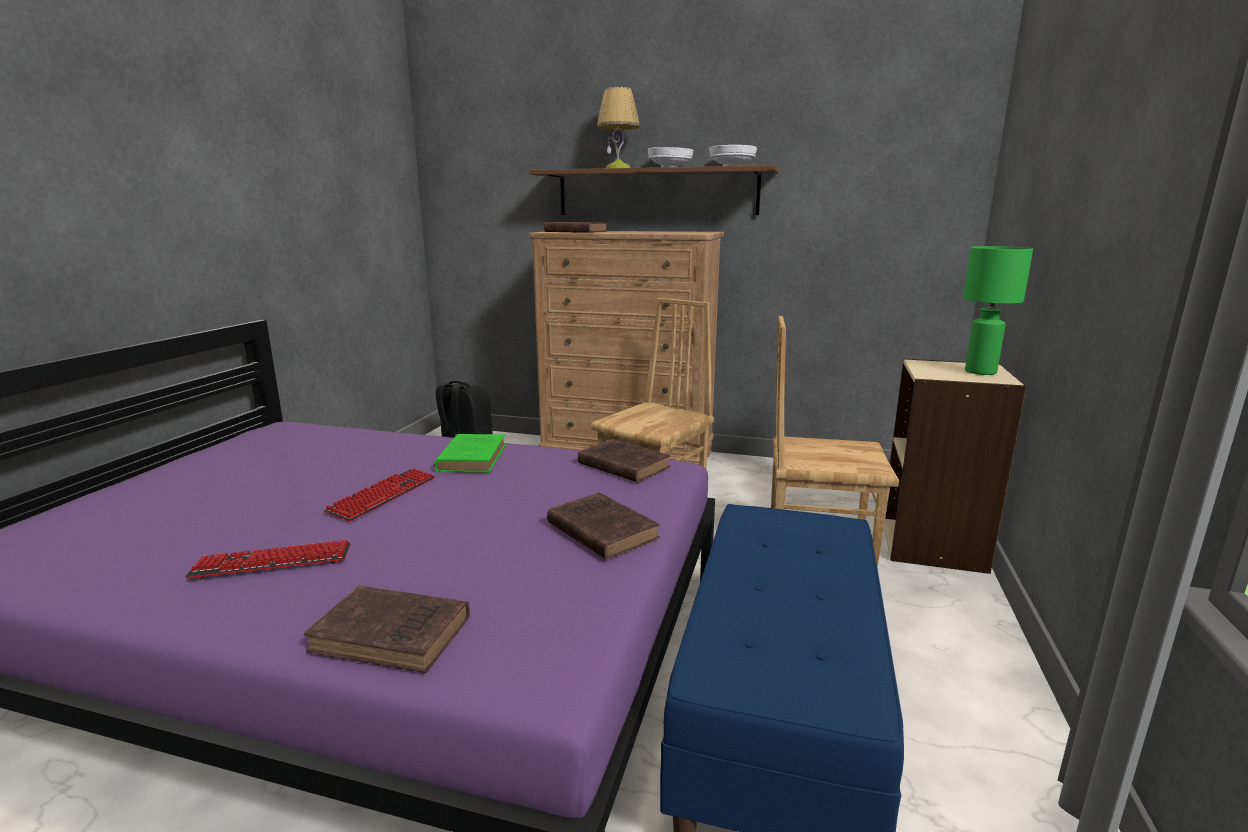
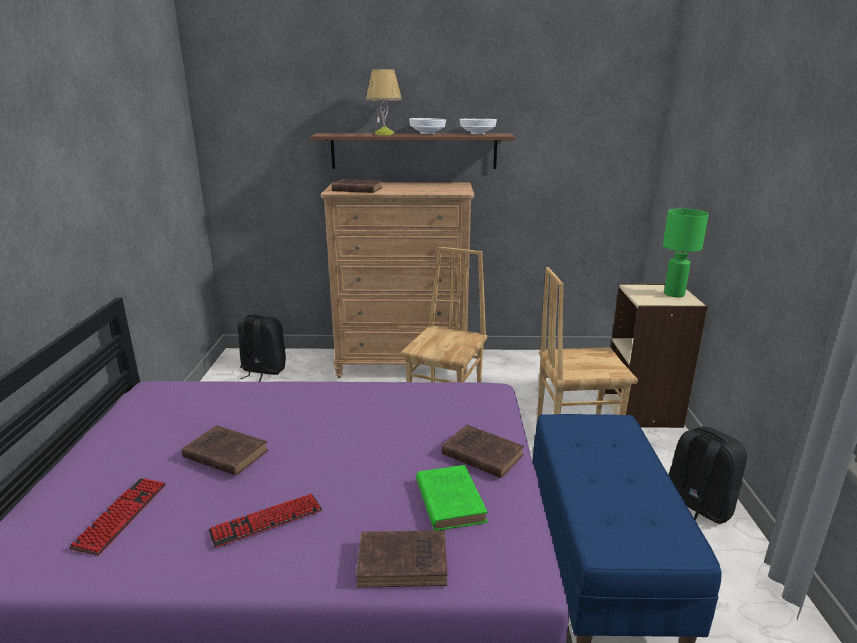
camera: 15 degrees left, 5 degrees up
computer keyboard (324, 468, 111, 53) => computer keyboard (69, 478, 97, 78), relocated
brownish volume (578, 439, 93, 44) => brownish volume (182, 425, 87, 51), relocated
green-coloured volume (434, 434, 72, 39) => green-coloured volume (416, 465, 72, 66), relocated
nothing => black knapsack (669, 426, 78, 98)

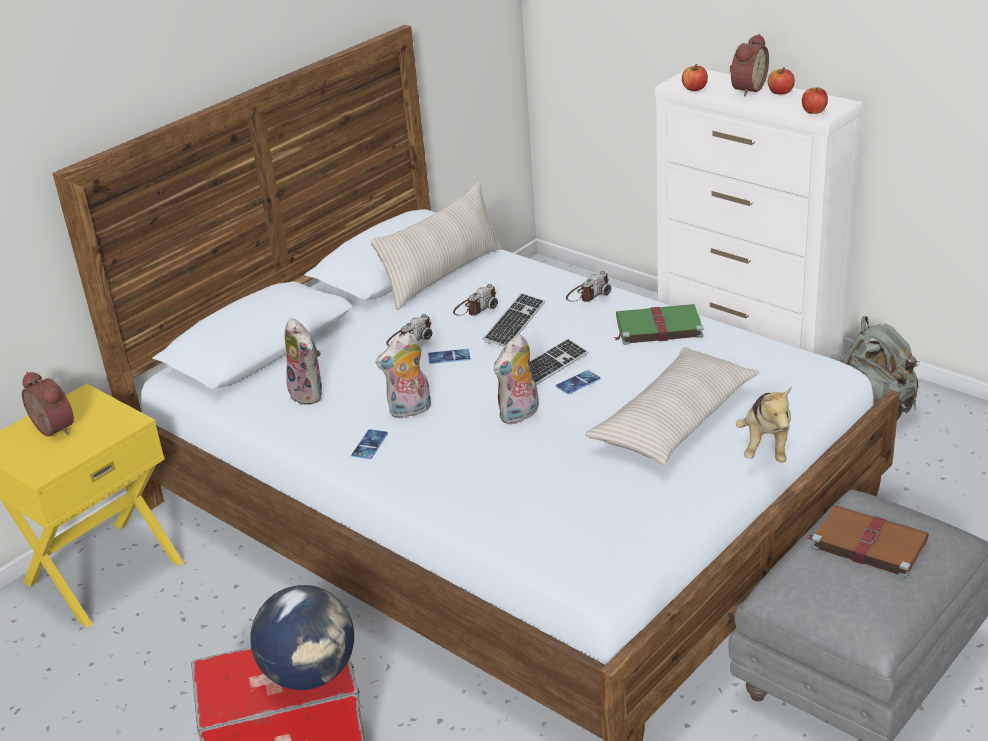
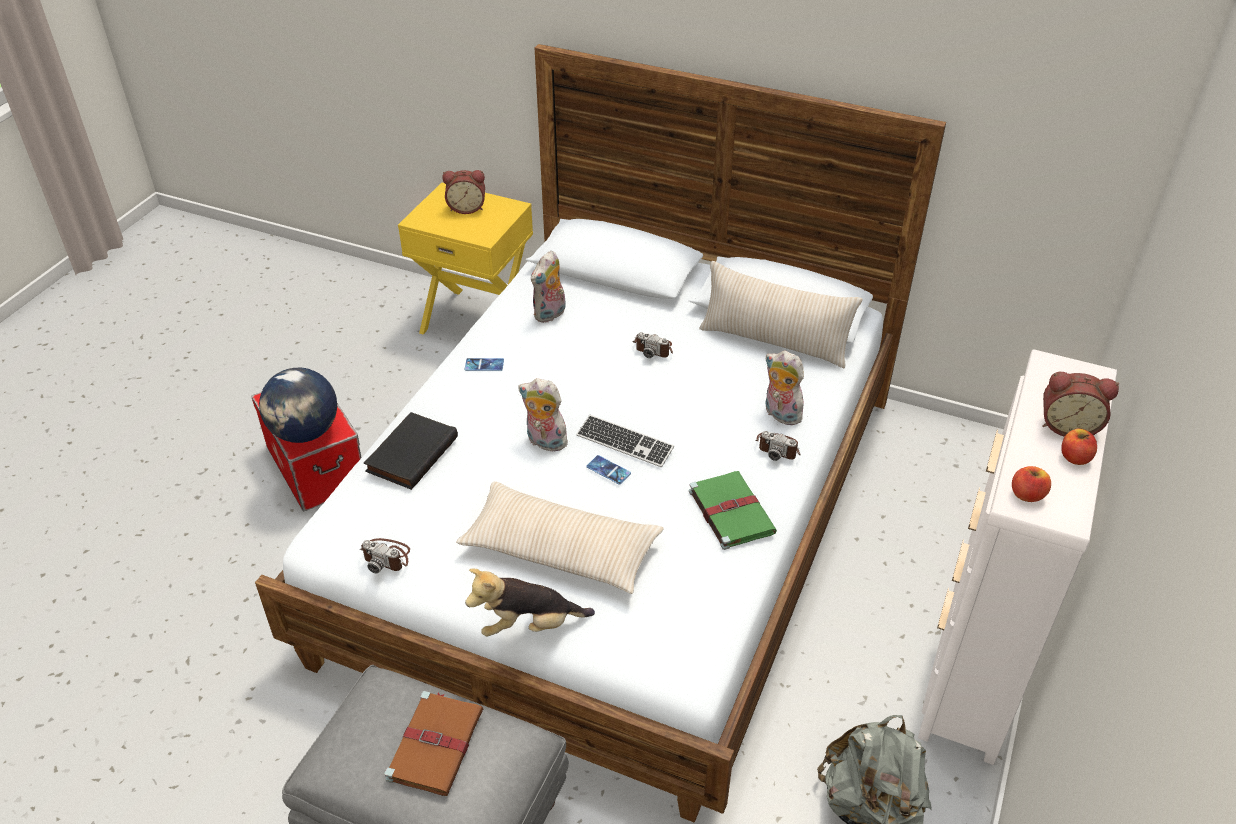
camera: 70 degrees right, 10 degrees up
photo camera (453, 284, 45, 32) => photo camera (360, 538, 50, 35), relocated
nothing => black volume (364, 412, 94, 78)
table clock (22, 372, 52, 64) => table clock (442, 170, 43, 44), 60 degrees clockwise
cuddly toy (376, 332, 55, 87) => cuddly toy (765, 351, 39, 74), relocated
handset (428, 349, 43, 15) => nothing
computer keyboard (483, 293, 62, 54) => nothing
apple fruit (682, 64, 26, 27) => nothing

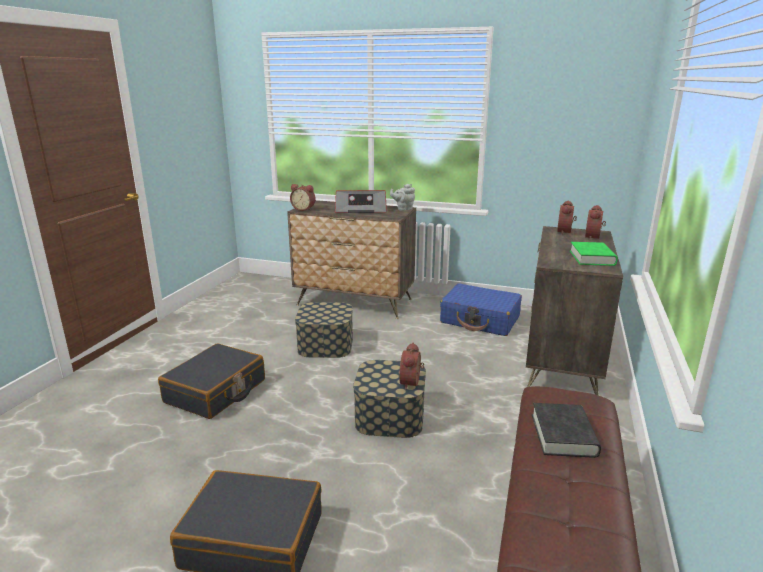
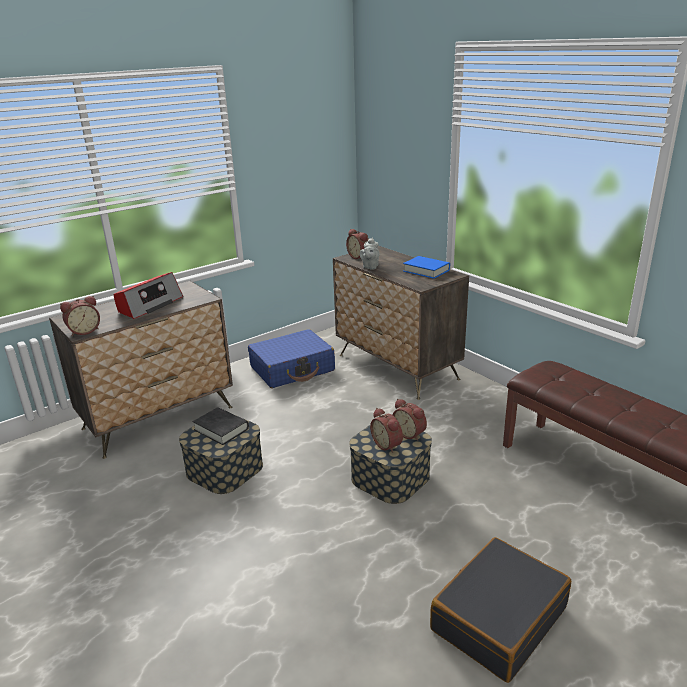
camera: 55 degrees left, 5 degrees up
black volume (532, 403, 69, 55) => black volume (193, 407, 56, 38), relocated
greyish teapot (390, 184, 25, 27) => greyish teapot (360, 237, 20, 33), relocated
table clock (585, 205, 21, 35) => table clock (370, 408, 33, 45), relocated
green-coloured volume (570, 242, 48, 24) => blue-coloured volume (403, 256, 47, 23)
black piece of luggage (158, 343, 107, 76) => nothing

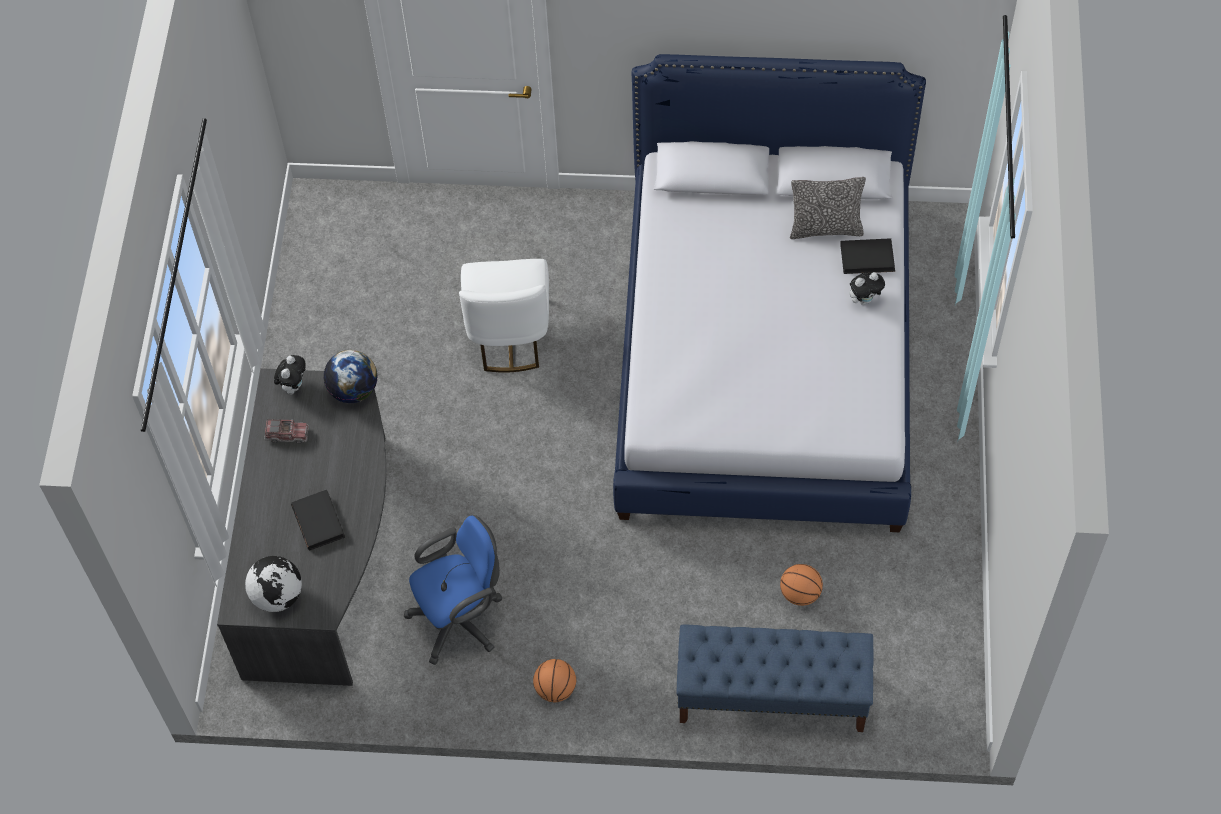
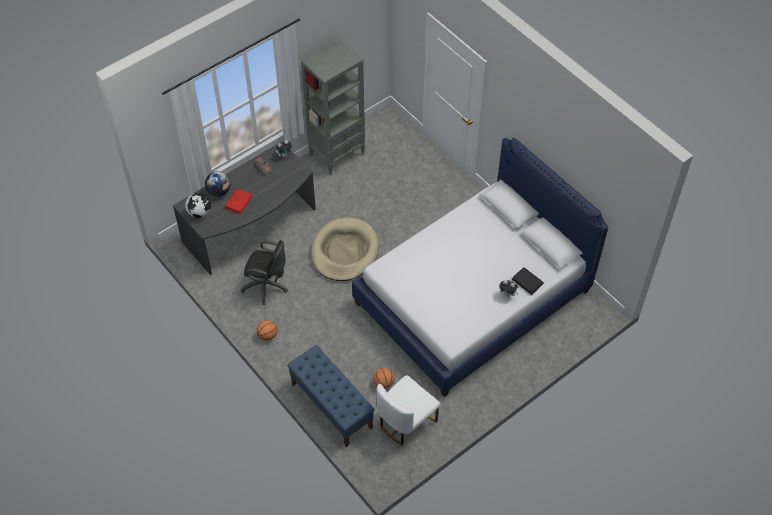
camera: 45 degrees right, 5 degrees down
world globe (324, 350, 53, 53) => world globe (205, 171, 26, 26), relocated
black volume (291, 490, 54, 60) => reddish volume (225, 189, 28, 25)
blue-coloured desk chair (404, 515, 99, 150) => black desk chair (240, 240, 48, 65)
nothing => greyish bookcase (301, 39, 64, 136)
nothing => beige dog cushion (311, 217, 68, 64)
white chair (459, 259, 90, 114) => white chair (377, 375, 63, 71), relocated
cushion (790, 177, 76, 62) => nothing

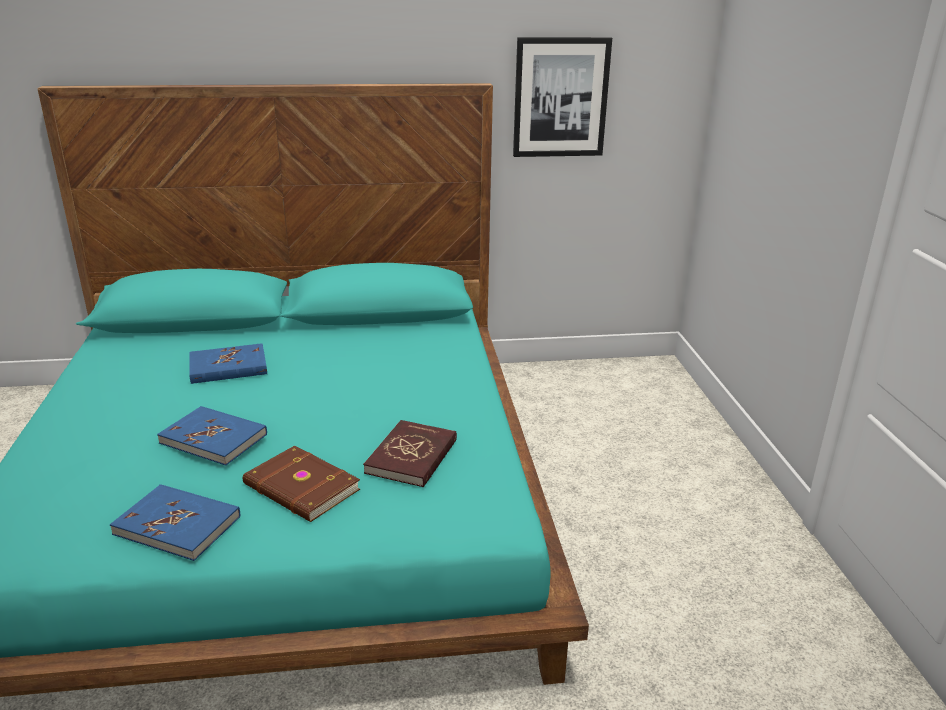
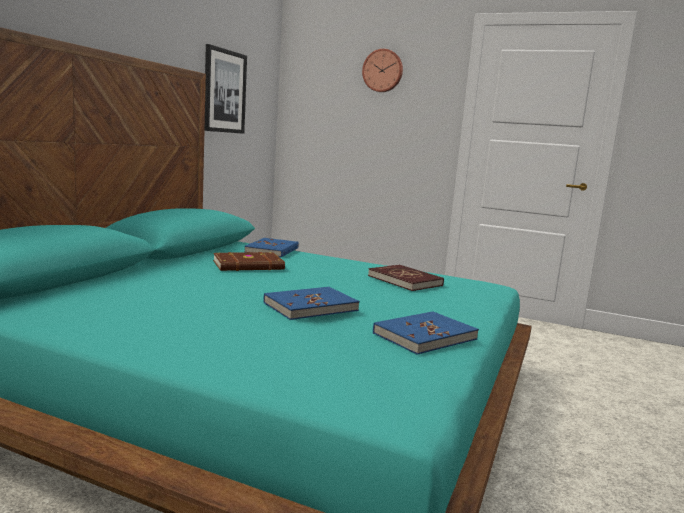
camera: 60 degrees left, 15 degrees down
brownish volume (243, 445, 117, 77) => brownish volume (213, 252, 72, 19), relocated
blue-coloured volume (189, 343, 78, 41) => blue-coloured volume (244, 238, 55, 19), relocated
nothing => hanging clock (362, 49, 41, 43)

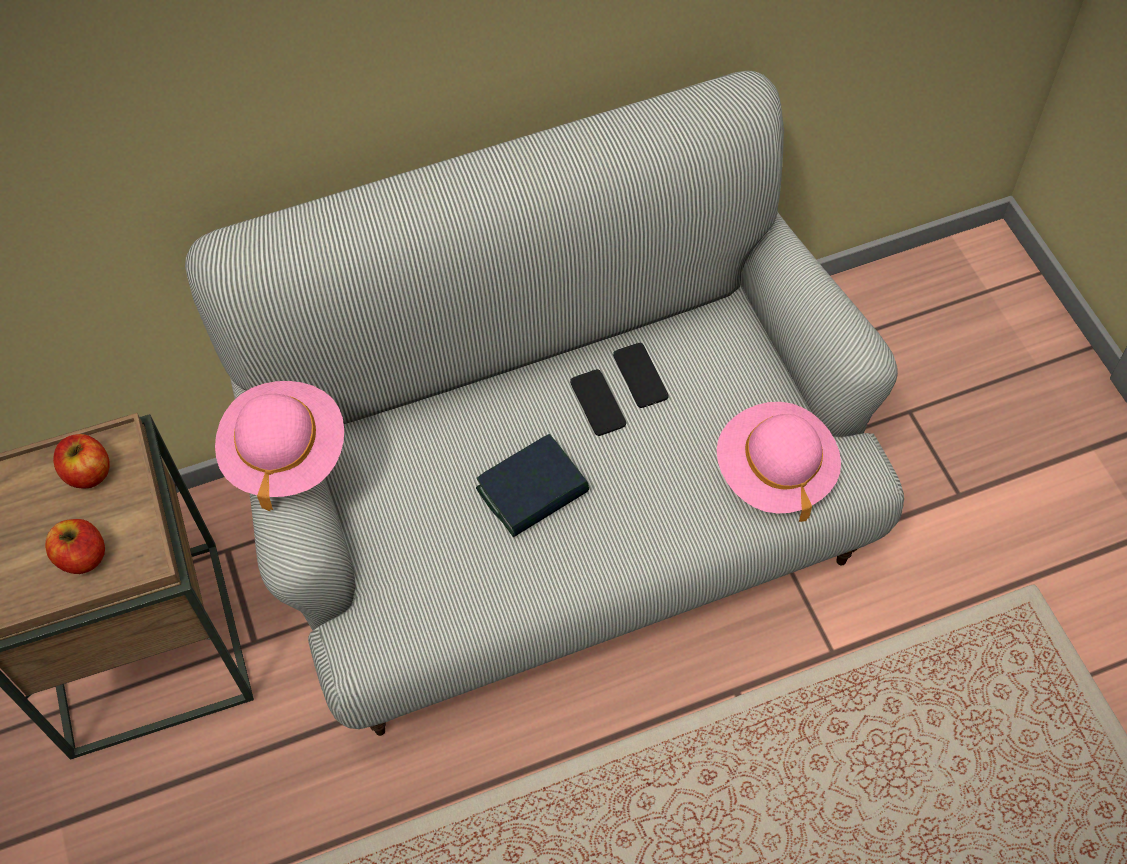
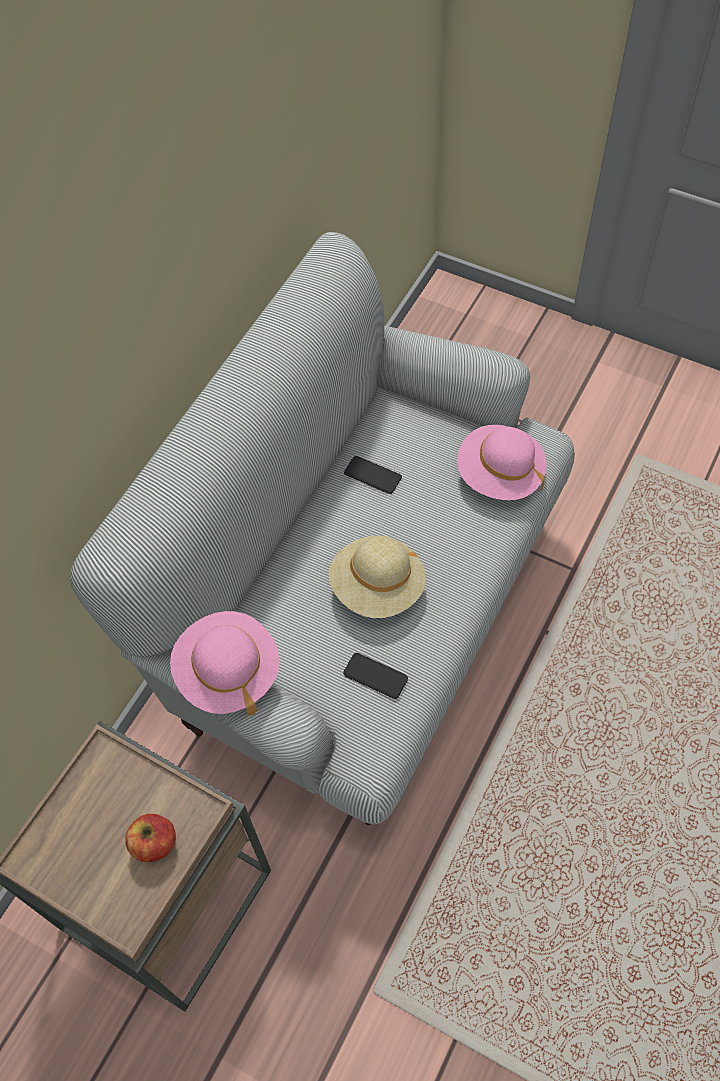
camera: 40 degrees left, 0 degrees up
volume (476, 434, 113, 103) => beige clothing hat (329, 536, 97, 82)
handset (570, 369, 56, 67) => handset (343, 653, 65, 46), relocated
apple fruit (53, 434, 57, 55) => nothing

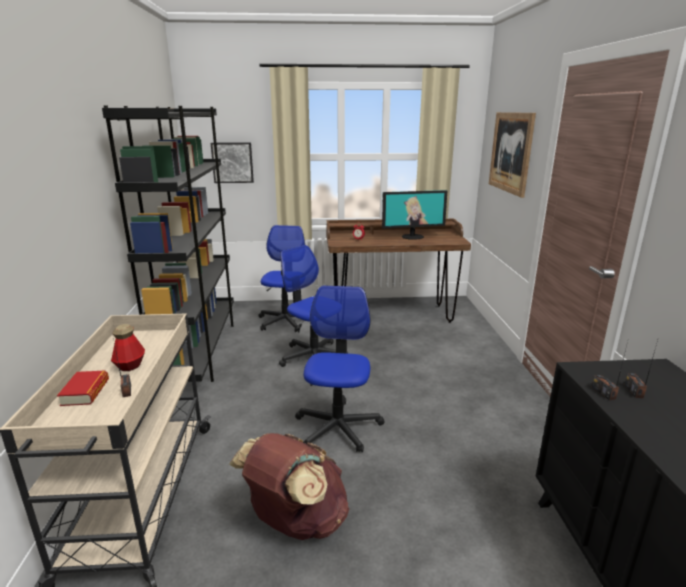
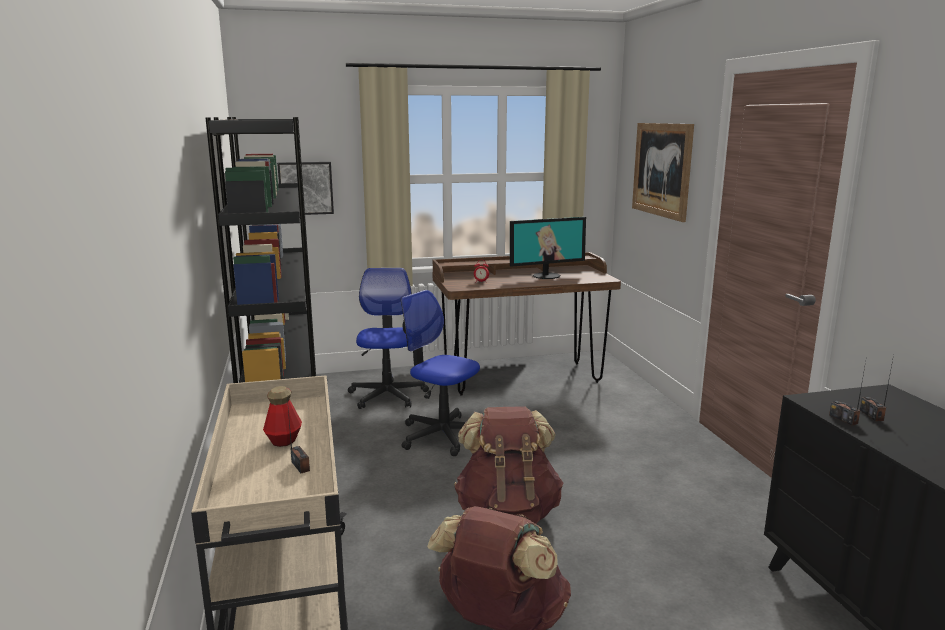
camera: 10 degrees left, 5 degrees down
desk chair (295, 286, 90, 167) => brownish knapsack (454, 406, 109, 118)
volume (57, 370, 52, 36) => nothing

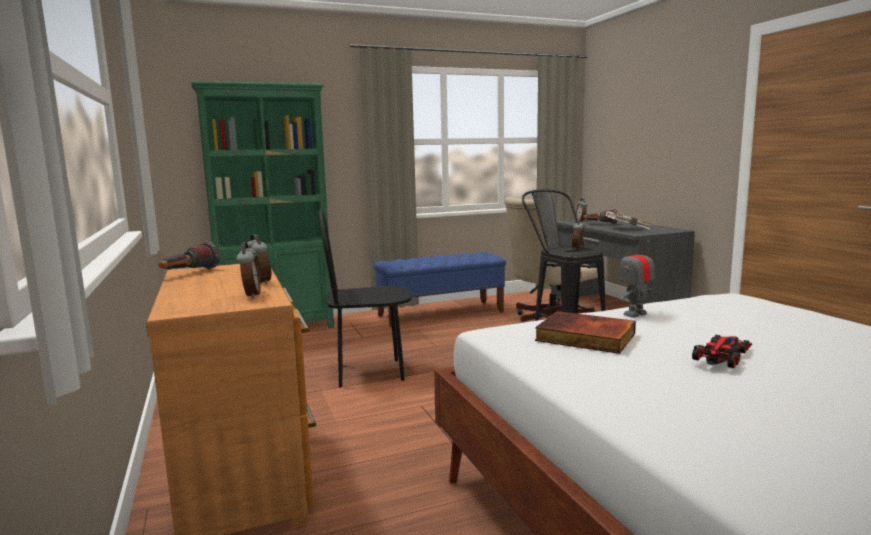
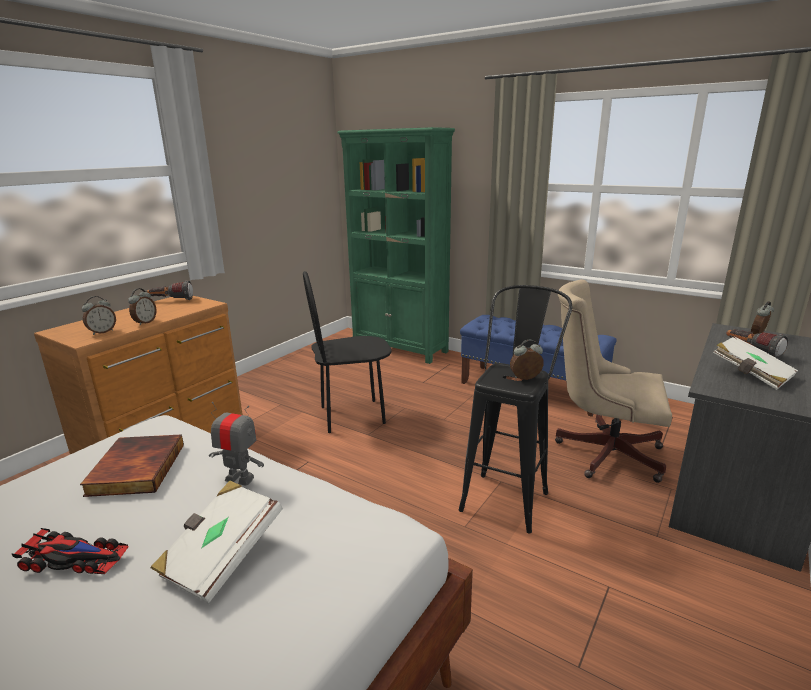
camera: 55 degrees right, 10 degrees up
nothing => white volume (151, 481, 132, 123)
black chair (319, 209, 93, 178) => black chair (303, 271, 89, 162), 60 degrees counterclockwise

